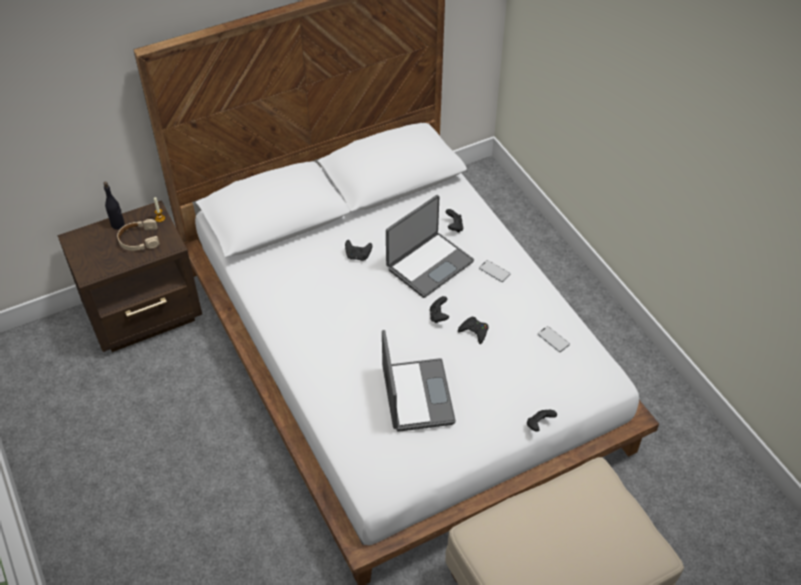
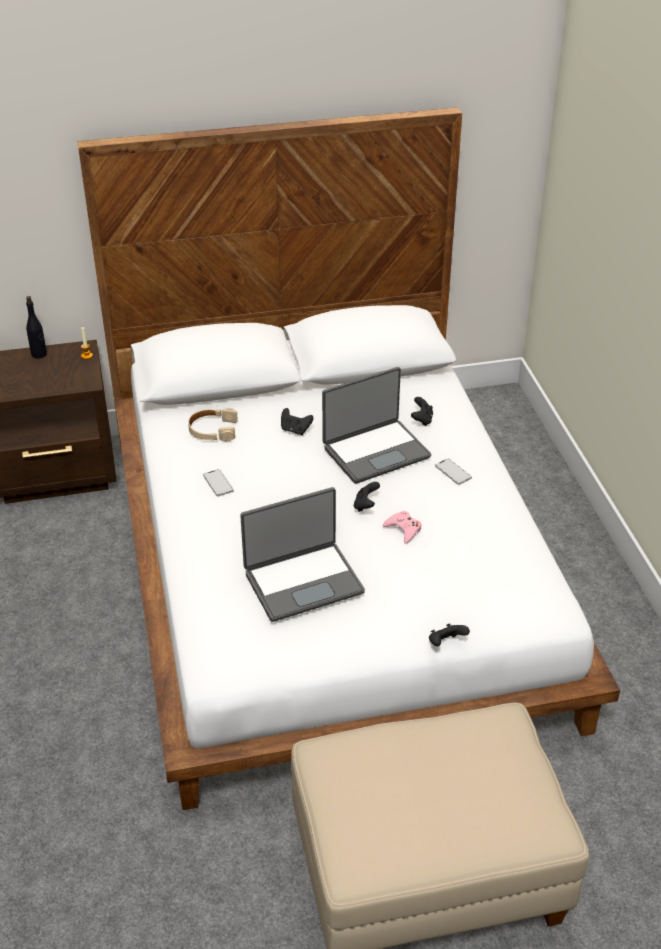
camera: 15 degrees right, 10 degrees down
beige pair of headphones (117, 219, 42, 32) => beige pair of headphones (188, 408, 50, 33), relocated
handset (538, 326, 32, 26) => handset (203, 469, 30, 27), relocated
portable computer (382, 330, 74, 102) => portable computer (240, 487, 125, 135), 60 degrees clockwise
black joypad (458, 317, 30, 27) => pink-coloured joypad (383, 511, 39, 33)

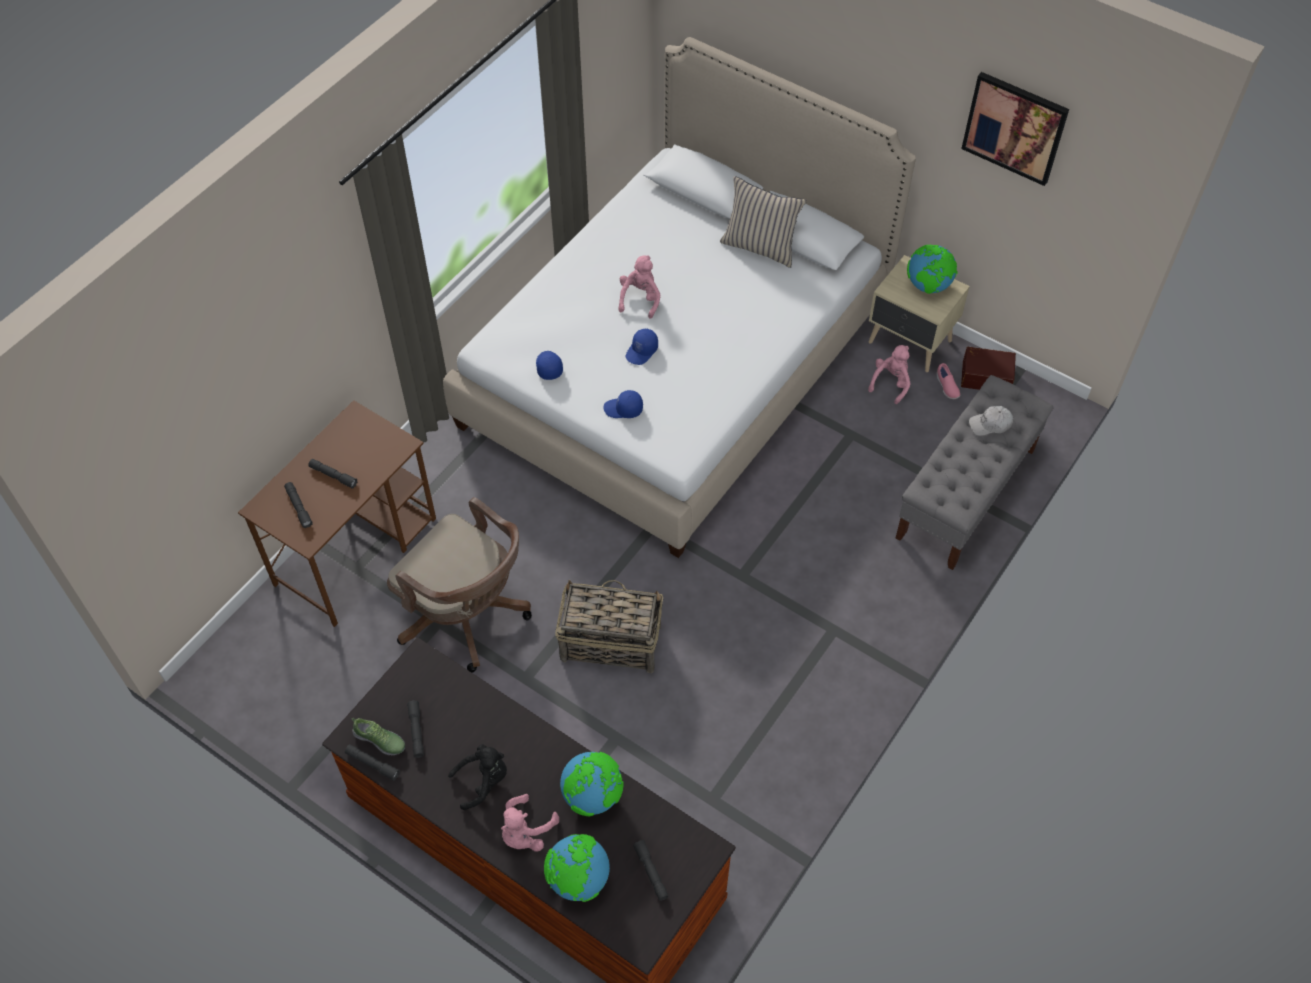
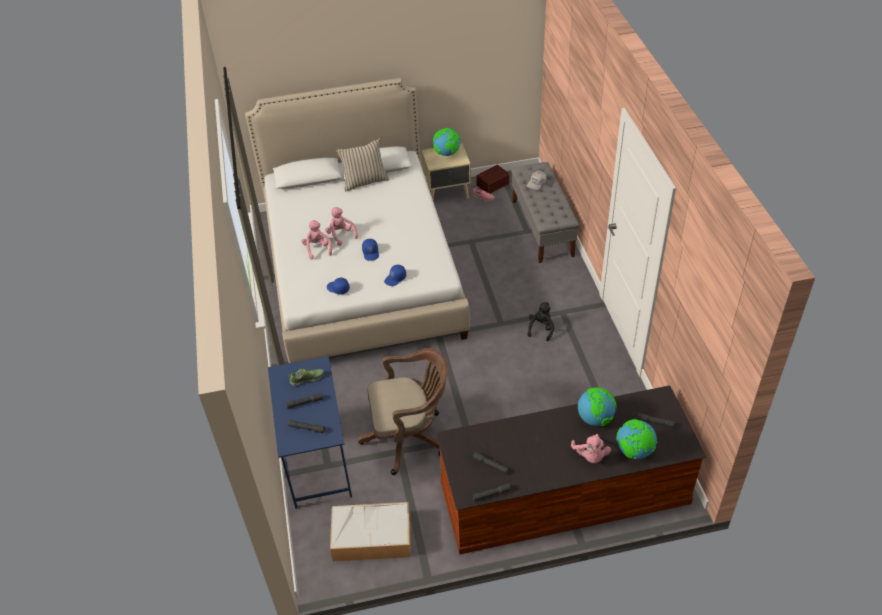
camera: 45 degrees left, 10 degrees down
brownish desk table (238, 400, 198, 227) => blue-coloured desk table (268, 356, 84, 153)
low shoe (352, 718, 53, 37) => low shoe (289, 369, 35, 17), relocated
pink-coloured cuddly toy (868, 345, 43, 59) => pink-coloured cuddly toy (301, 220, 31, 40), relocated
nothing => storage bin (330, 502, 81, 60)
black cuddly toy (448, 744, 59, 66) => black cuddly toy (528, 302, 26, 39), relocated
household basket (555, 580, 108, 93) => nothing
picture (961, 72, 108, 114) => nothing

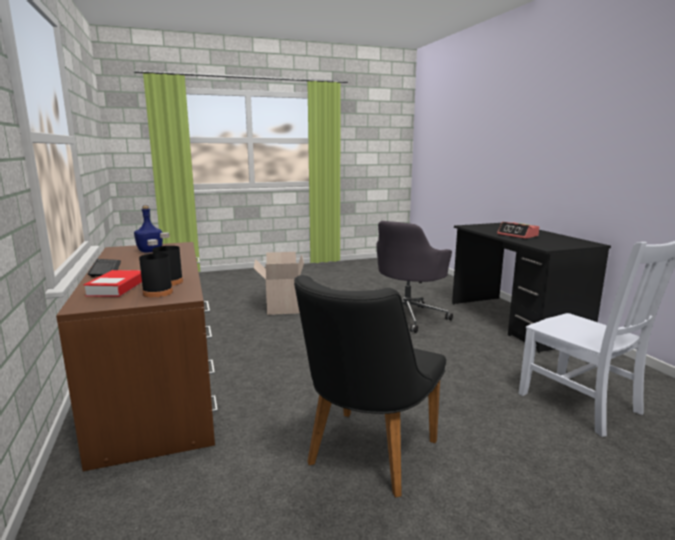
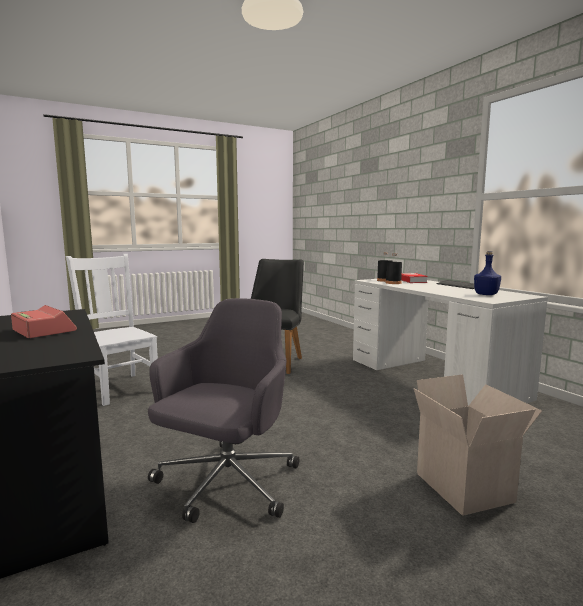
camera: 170 degrees right, 5 degrees down
brownish desk table (56, 242, 162, 229) => white desk table (353, 279, 195, 127)

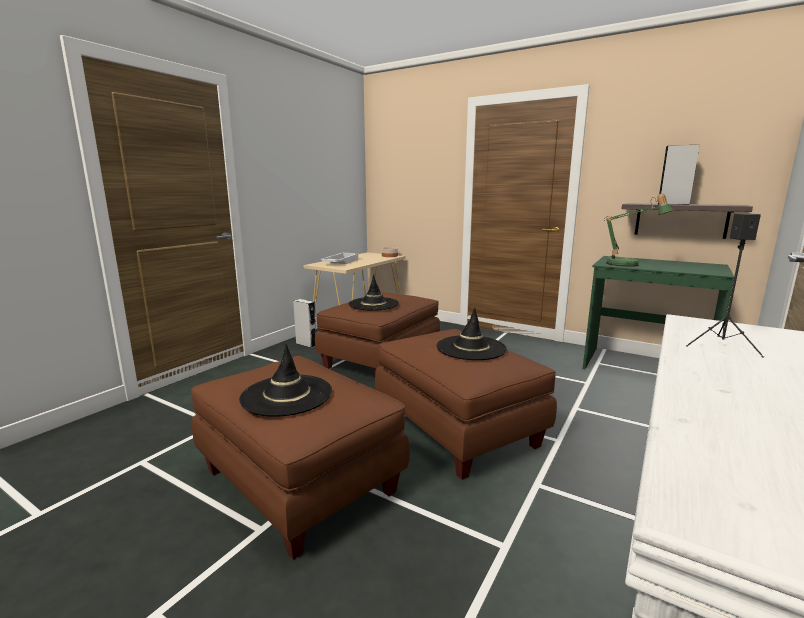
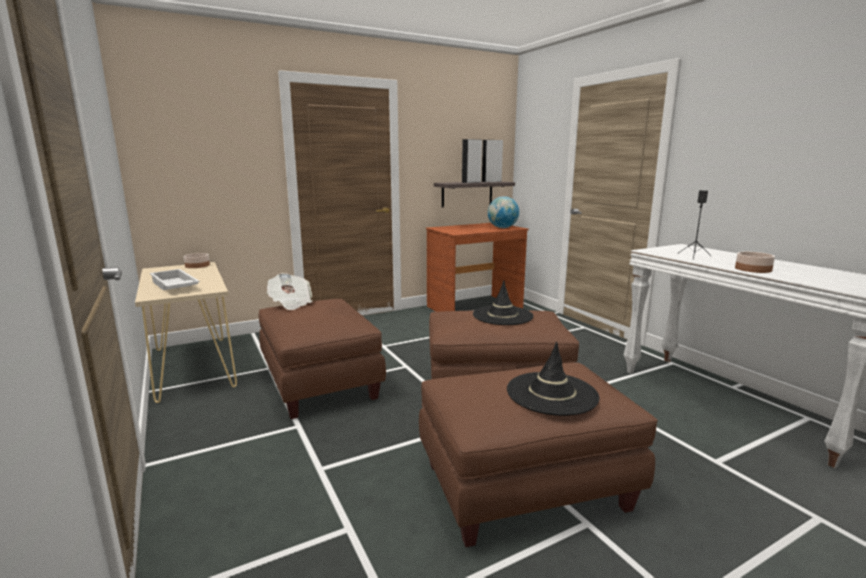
camera: 60 degrees left, 0 degrees up
nothing => newspaper (267, 273, 45, 37)
green-coloured desk table (583, 256, 151, 113) => brownish desk table (426, 223, 103, 89)
greyish loudspeaker (293, 299, 23, 49) => greyish loudspeaker (482, 140, 21, 42), relocated
nothing => world globe (488, 196, 31, 32)
nothing => serving bowl (735, 251, 40, 22)
black clothing hat (349, 275, 50, 36) => nothing
tabletop lamp (604, 193, 69, 74) => nothing

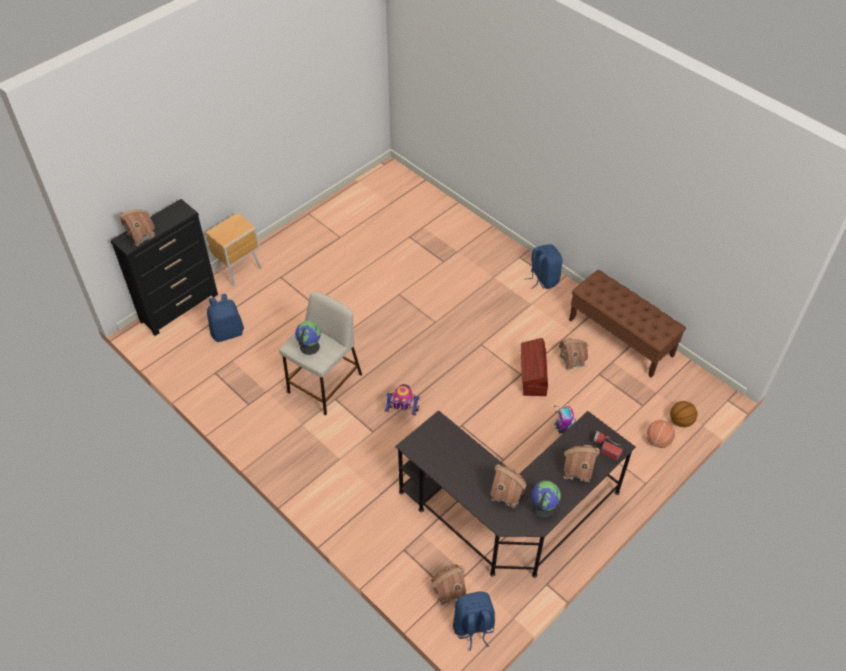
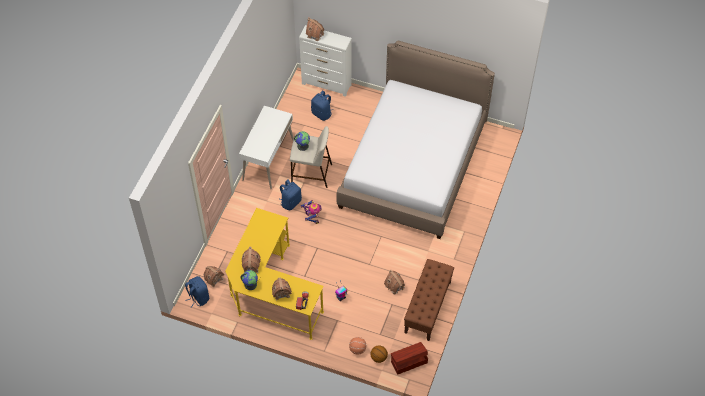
camera: 65 degrees right, 5 degrees up
black desk table (395, 410, 241, 168) => yellow desk table (225, 208, 99, 132)
nothing => white desk table (239, 106, 55, 83)
blue-coloured knapsack (525, 244, 37, 45) => blue-coloured knapsack (280, 180, 22, 30), relocated
black dresser (111, 199, 107, 137) => white dresser (299, 25, 53, 72)
nothing => bed (336, 40, 159, 199)
brownish storage bin (521, 338, 27, 58) => brownish storage bin (391, 342, 37, 33), relocated
brownish bedside table (206, 212, 56, 74) => nothing

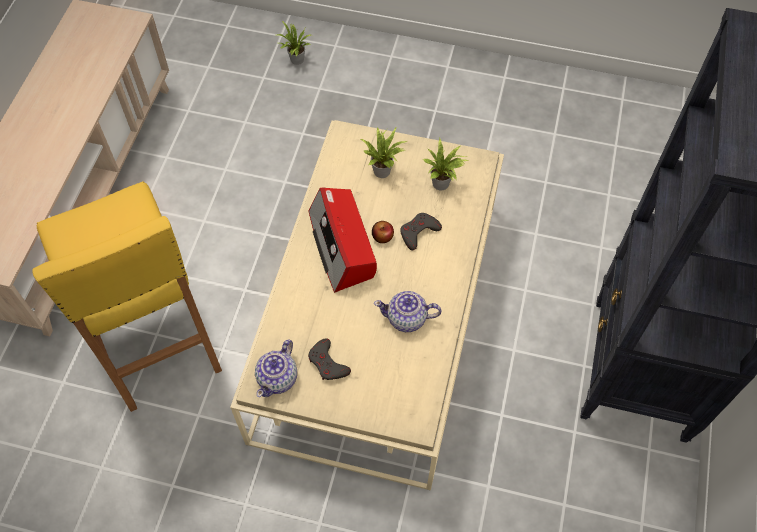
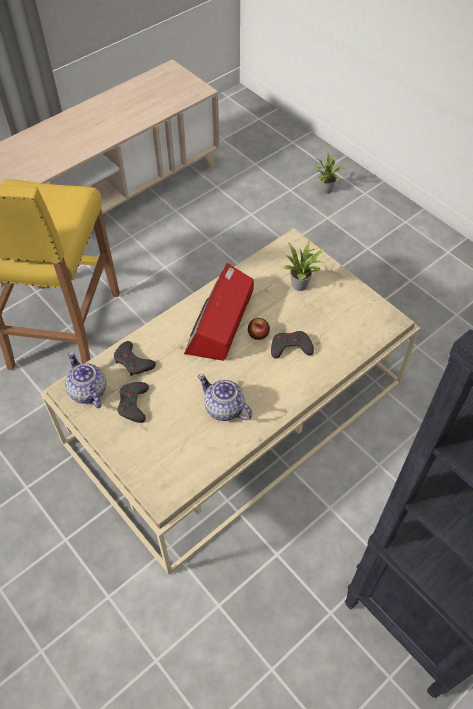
camera: 35 degrees right, 5 degrees down
teapot (255, 340, 42, 57) => teapot (65, 352, 41, 56), 90 degrees clockwise
nothing => greyish joypad (114, 341, 42, 35)
plant in a pot (423, 138, 46, 52) => nothing

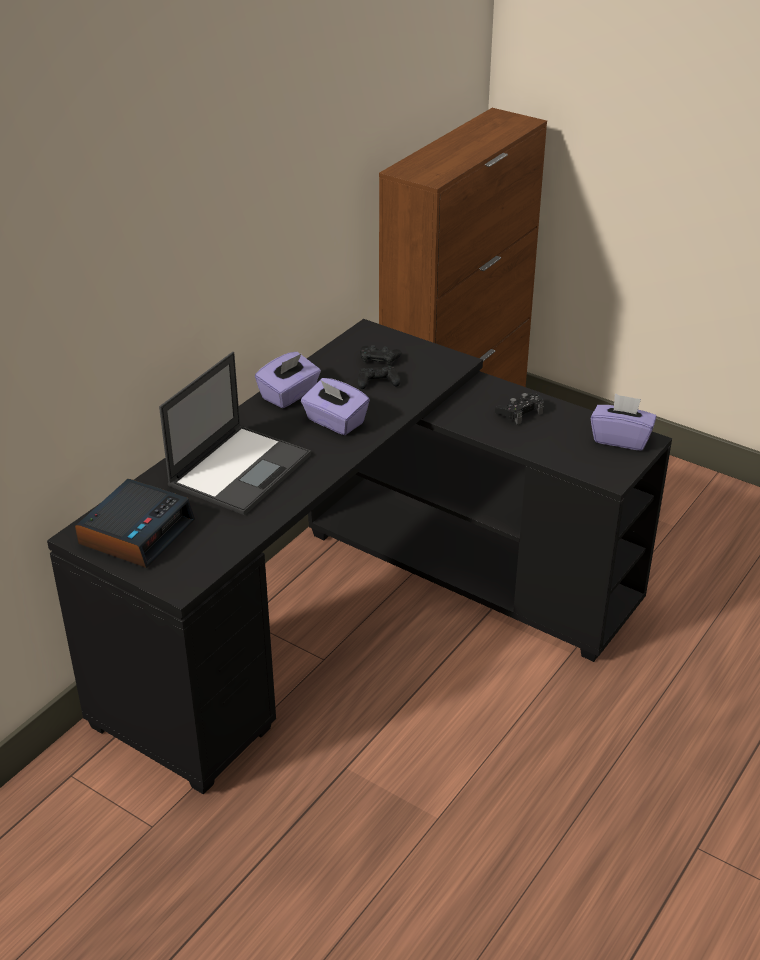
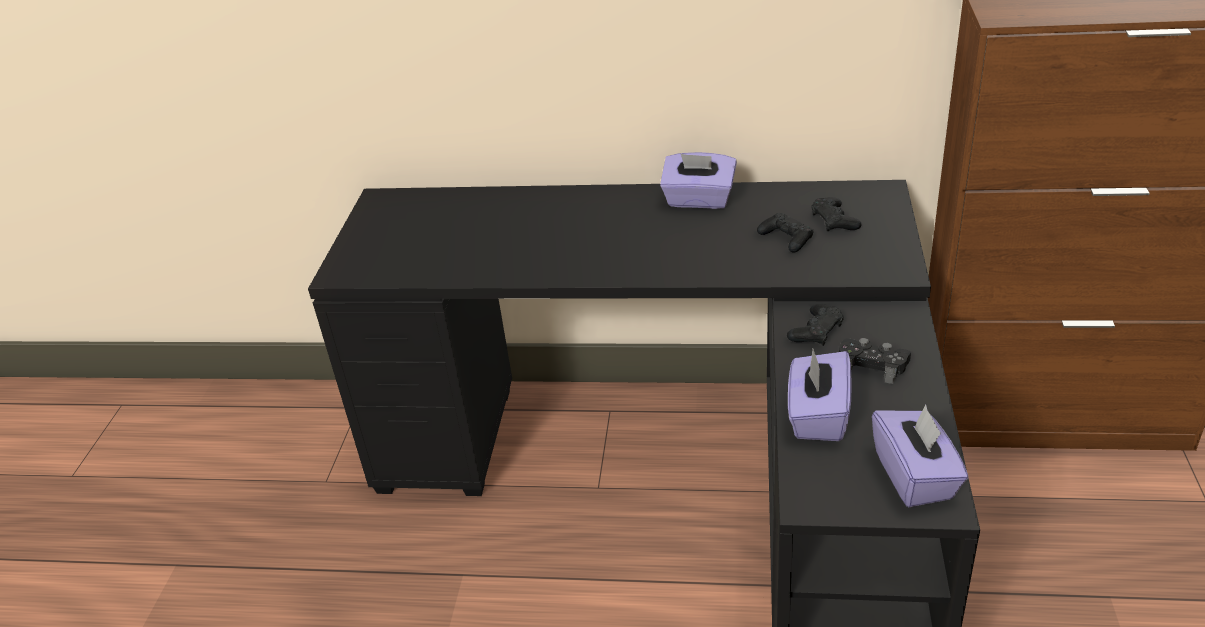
camera: 65 degrees right, 0 degrees up
nothing => black joypad (787, 304, 57, 42)
purple tissue holder (301, 378, 69, 57) => purple tissue holder (788, 349, 63, 92), relocated
table clock (75, 479, 120, 89) => nothing
portable computer (159, 352, 152, 163) => nothing

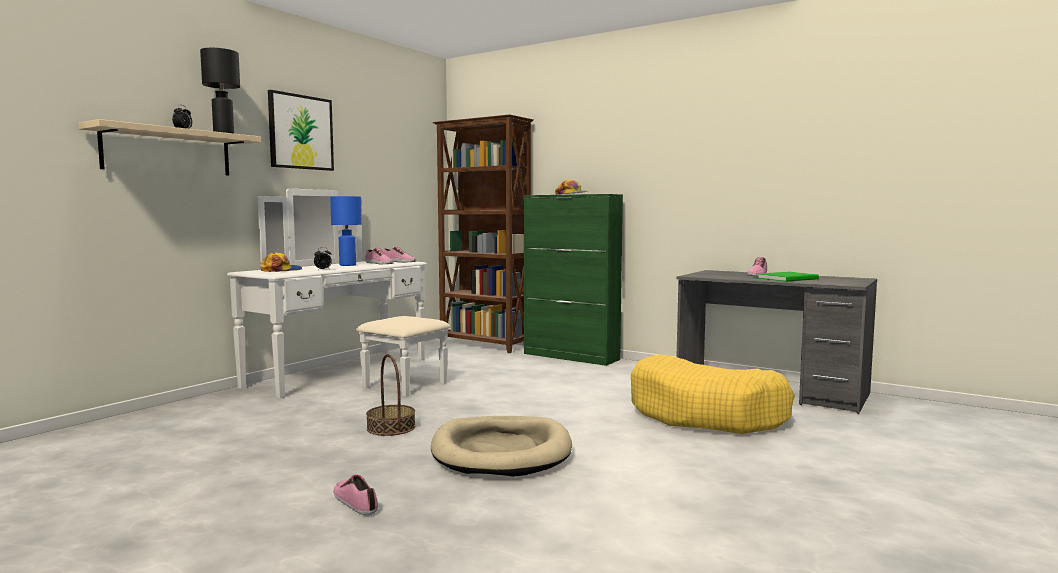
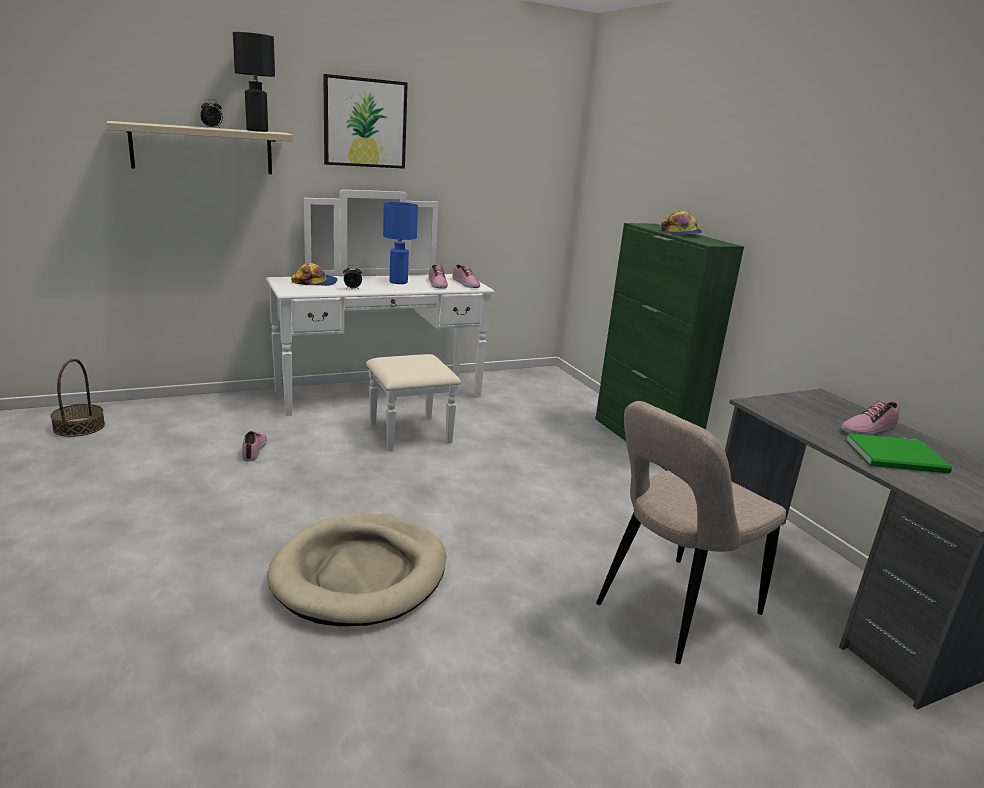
camera: 30 degrees right, 15 degrees up
household basket (366, 354, 49, 82) => household basket (50, 359, 55, 78), relocated
low shoe (333, 475, 45, 40) => low shoe (242, 431, 25, 30), relocated
yellow dog cushion (631, 354, 164, 80) => beige chair (596, 401, 190, 263)
brownish bookcase (432, 114, 102, 239) => nothing

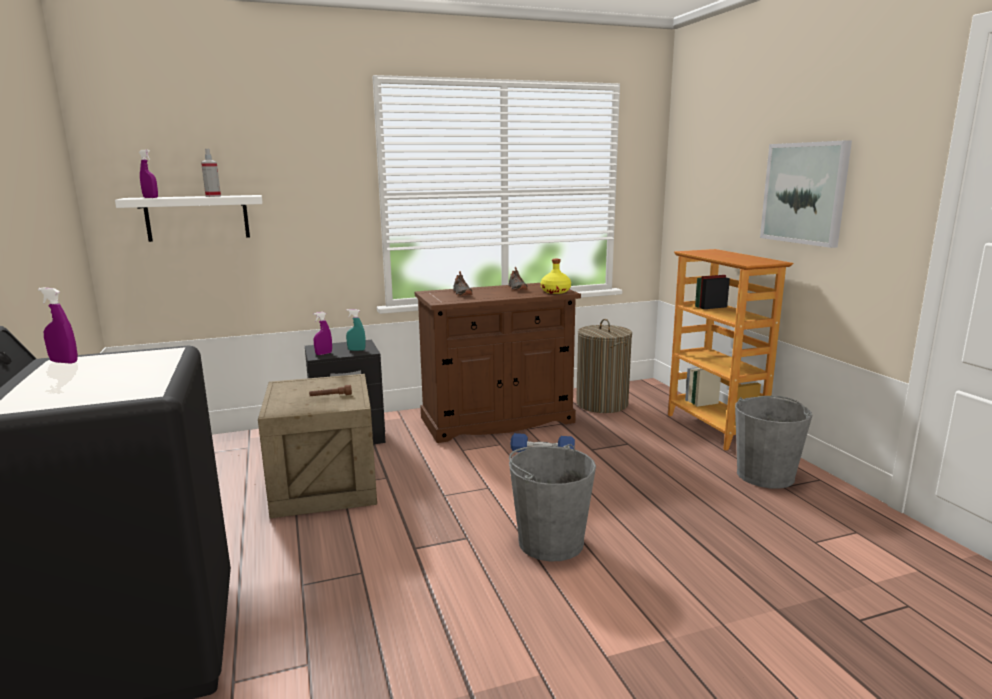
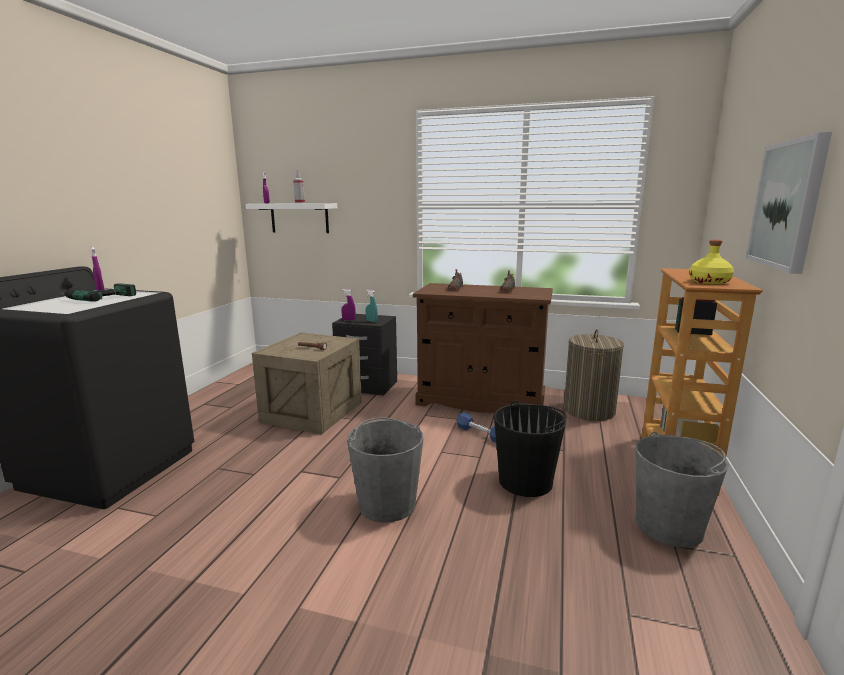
camera: 35 degrees right, 0 degrees up
nothing => drill (61, 283, 75, 19)
nothing => black bucket (494, 401, 72, 96)
yellow drink bottle (541, 259, 30, 35) => yellow drink bottle (689, 240, 45, 44), relocated

